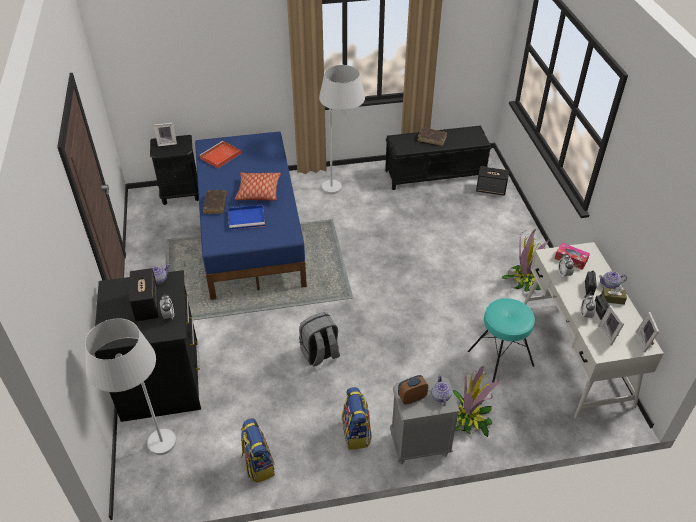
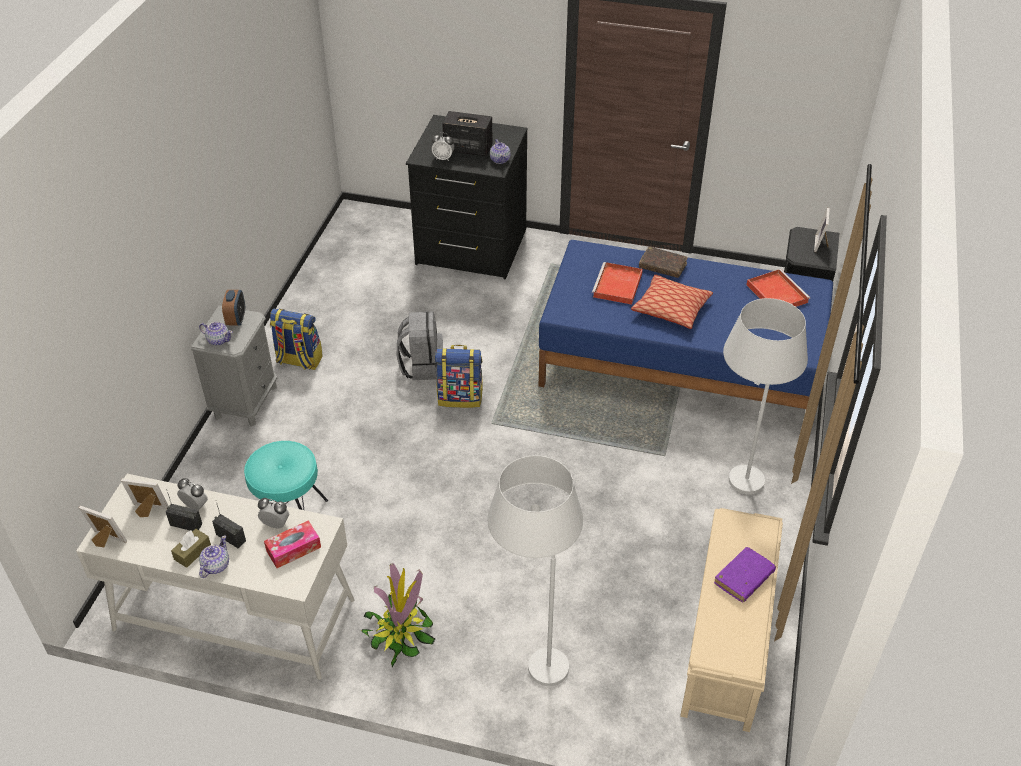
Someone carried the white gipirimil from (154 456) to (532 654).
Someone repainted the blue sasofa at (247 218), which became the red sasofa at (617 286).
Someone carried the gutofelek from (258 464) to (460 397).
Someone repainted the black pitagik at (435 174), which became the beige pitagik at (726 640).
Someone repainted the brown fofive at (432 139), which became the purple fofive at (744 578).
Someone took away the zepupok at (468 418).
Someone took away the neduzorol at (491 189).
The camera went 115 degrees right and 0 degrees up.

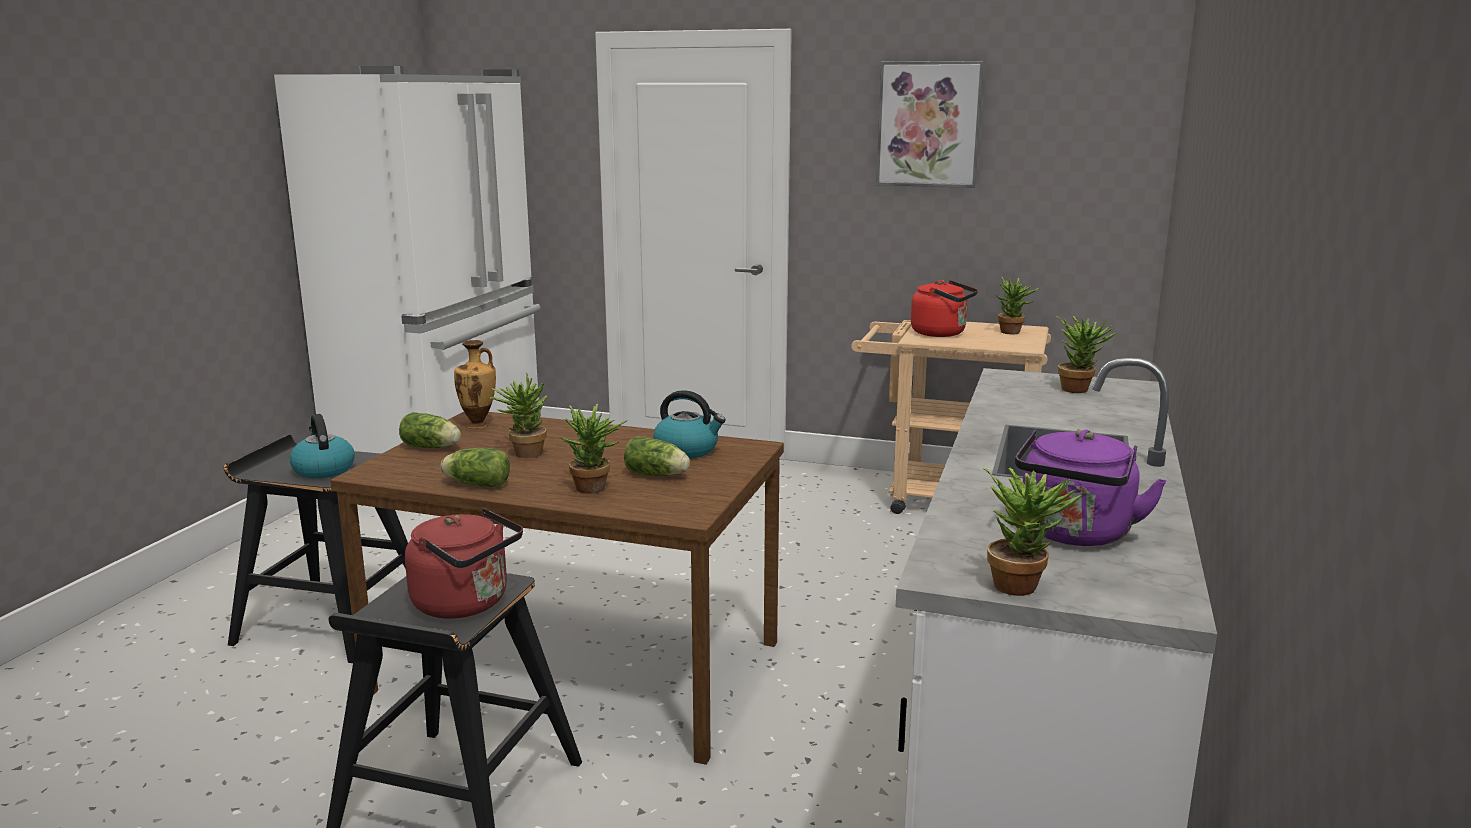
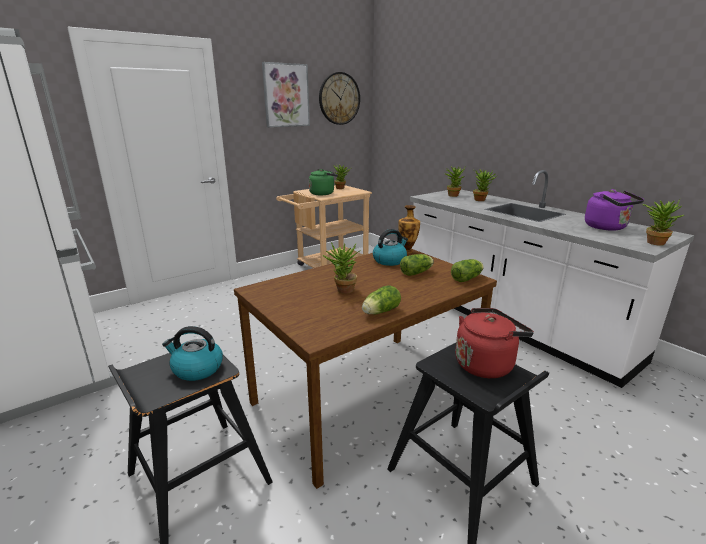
Someone carried the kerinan from (432 447) to (467 278).
Someone carried the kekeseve from (478 426) to (407 251).
Someone carried the zepupok from (595 490) to (481 200).
Someone repainted the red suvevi at (942 333), which became the green suvevi at (323 193).
Someone put up the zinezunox at (339 98).
The camera went 55 degrees left and 5 degrees up.

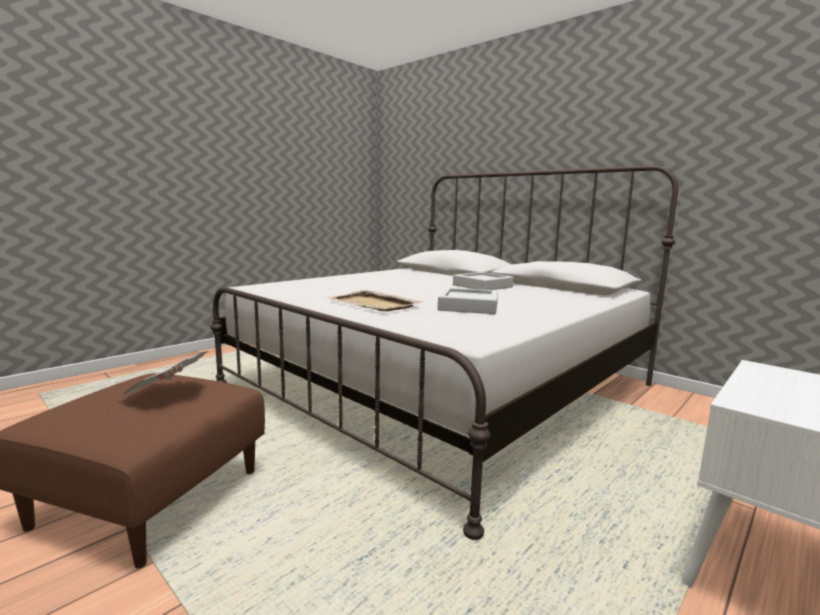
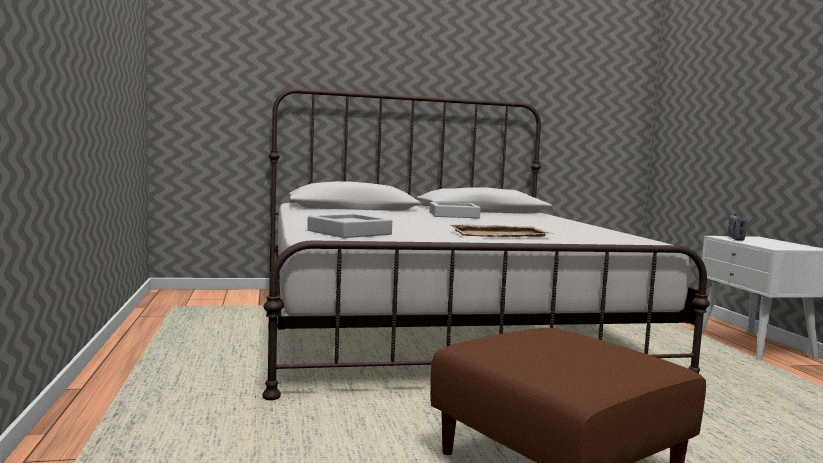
Someone took away the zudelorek at (166 394).
Someone carried the grey sasofa from (468 306) to (349 232).
Someone put down the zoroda at (735 238).
The camera went 55 degrees left and 5 degrees down.

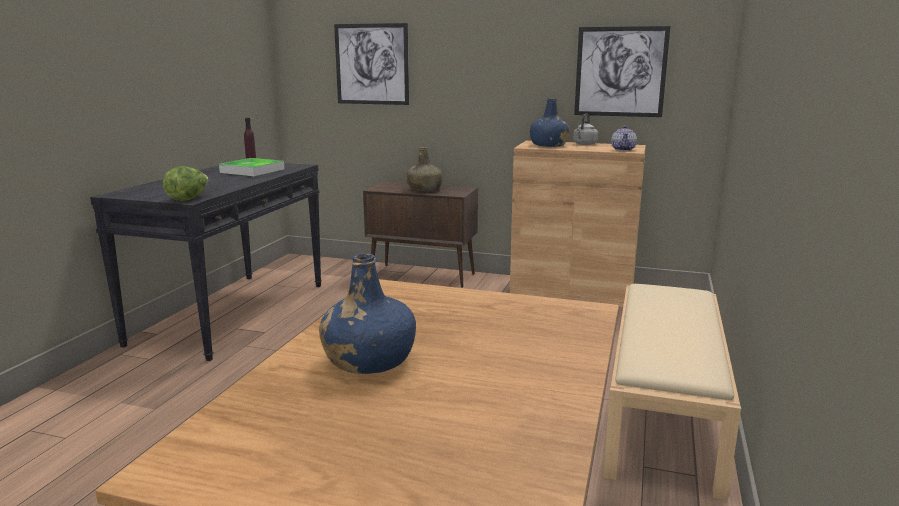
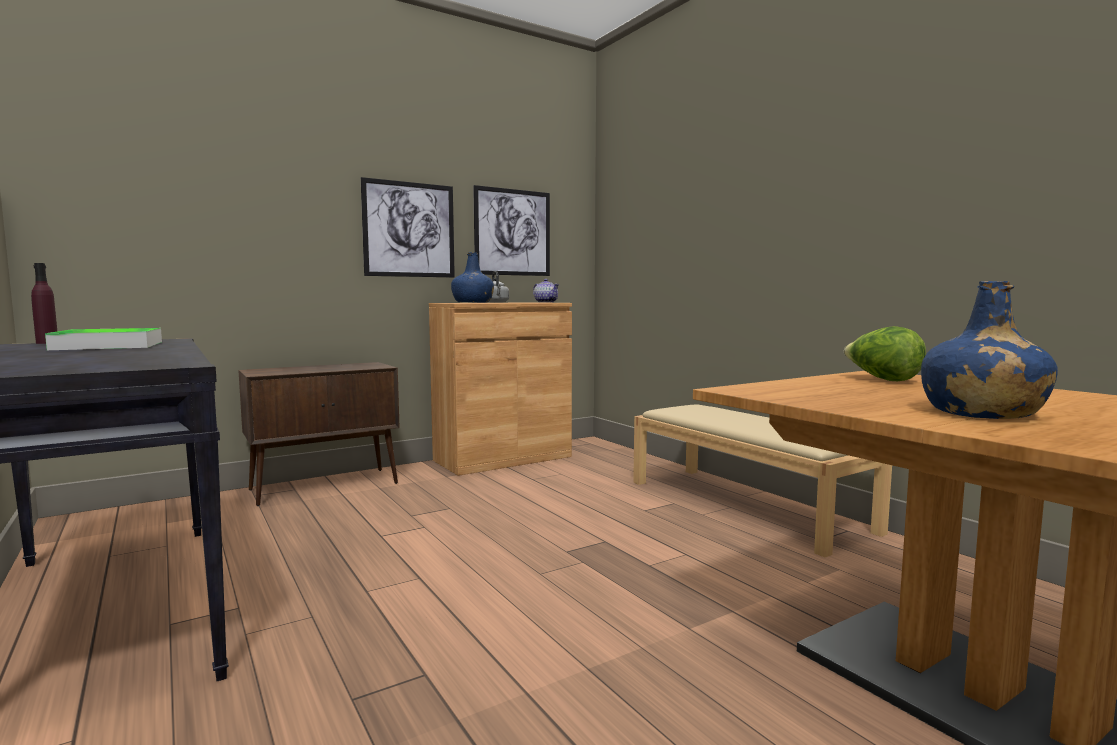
Someone carried the kerinan from (188 199) to (882 380).
Someone carried the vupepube from (372 64) to (409 229).
Someone took away the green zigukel at (424 190).
The camera went 50 degrees left and 10 degrees down.

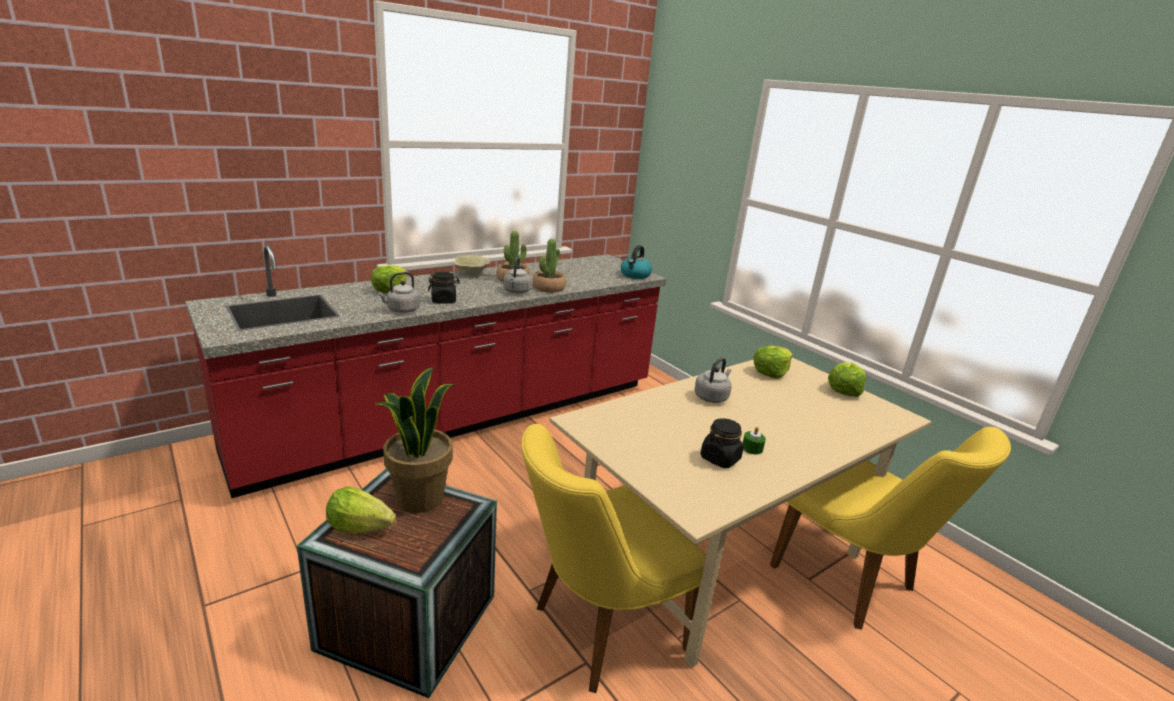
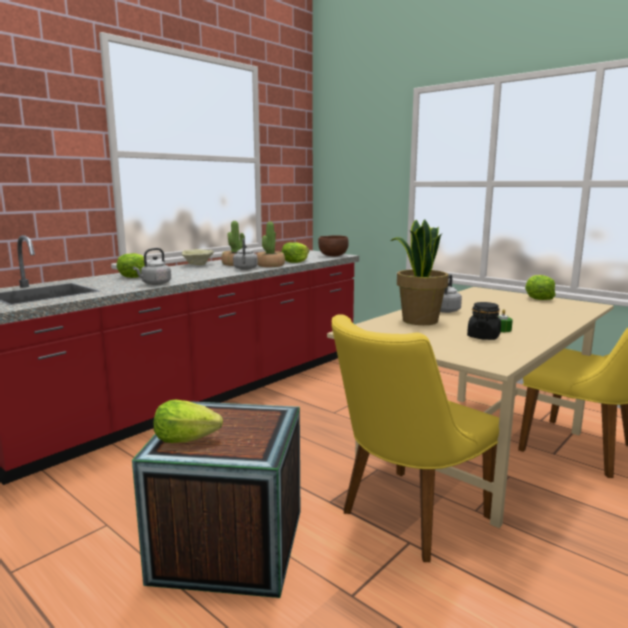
Someone carried the zepupok from (419 498) to (419 320).
Someone took away the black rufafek at (443 300).
Someone swapped the suvevi at (635 275) for the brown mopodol at (333 255).
Someone carried the kerinan from (770 372) to (295 262).
The camera went 10 degrees left and 10 degrees down.

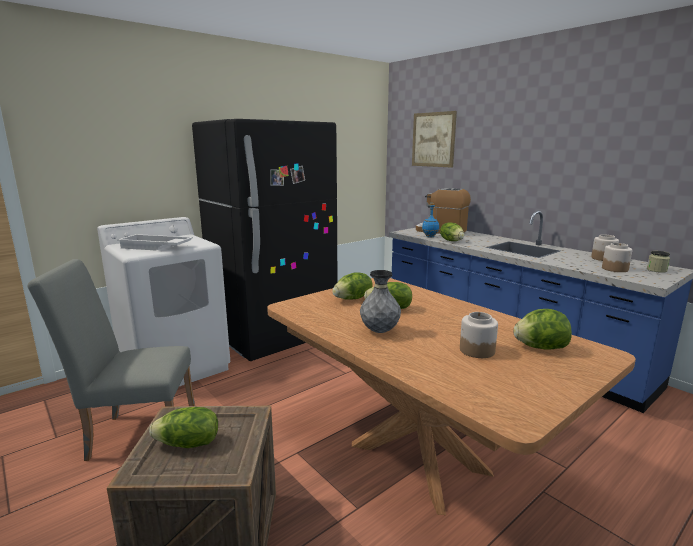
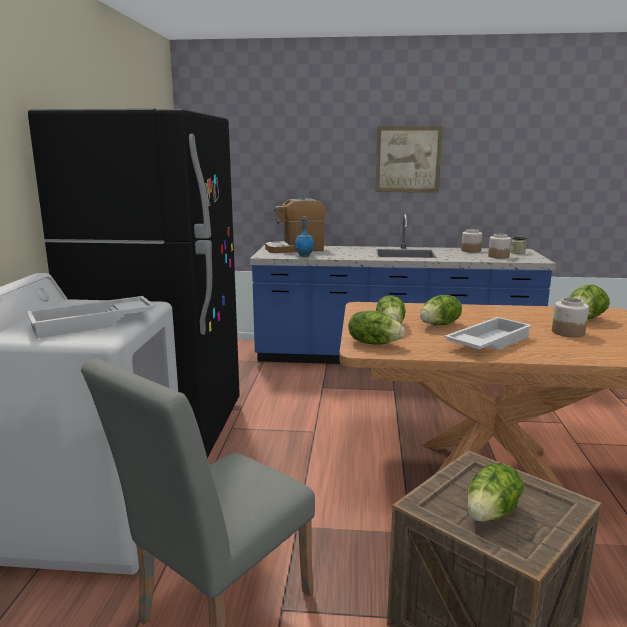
Someone swapped the grey kekeseve at (380 331) for the white sasofa at (487 342).
Someone carried the vupepube from (433 139) to (408 159).
Someone carried the kerinan from (452 241) to (374 343).
The camera went 45 degrees left and 0 degrees up.

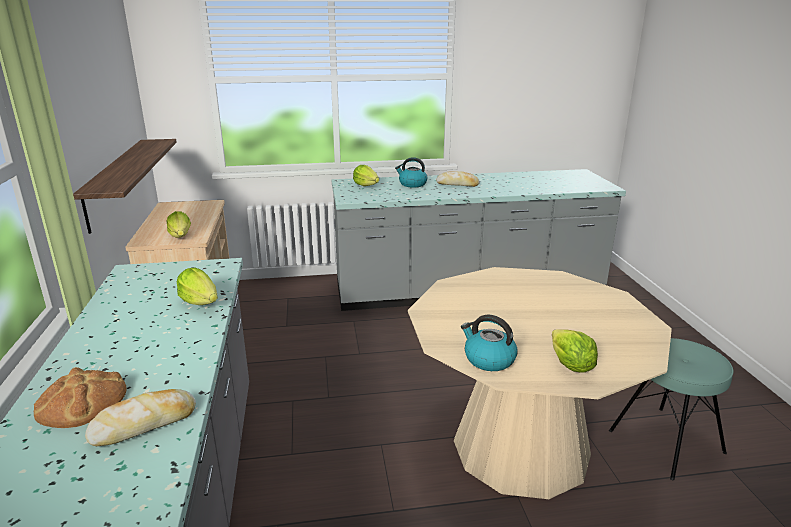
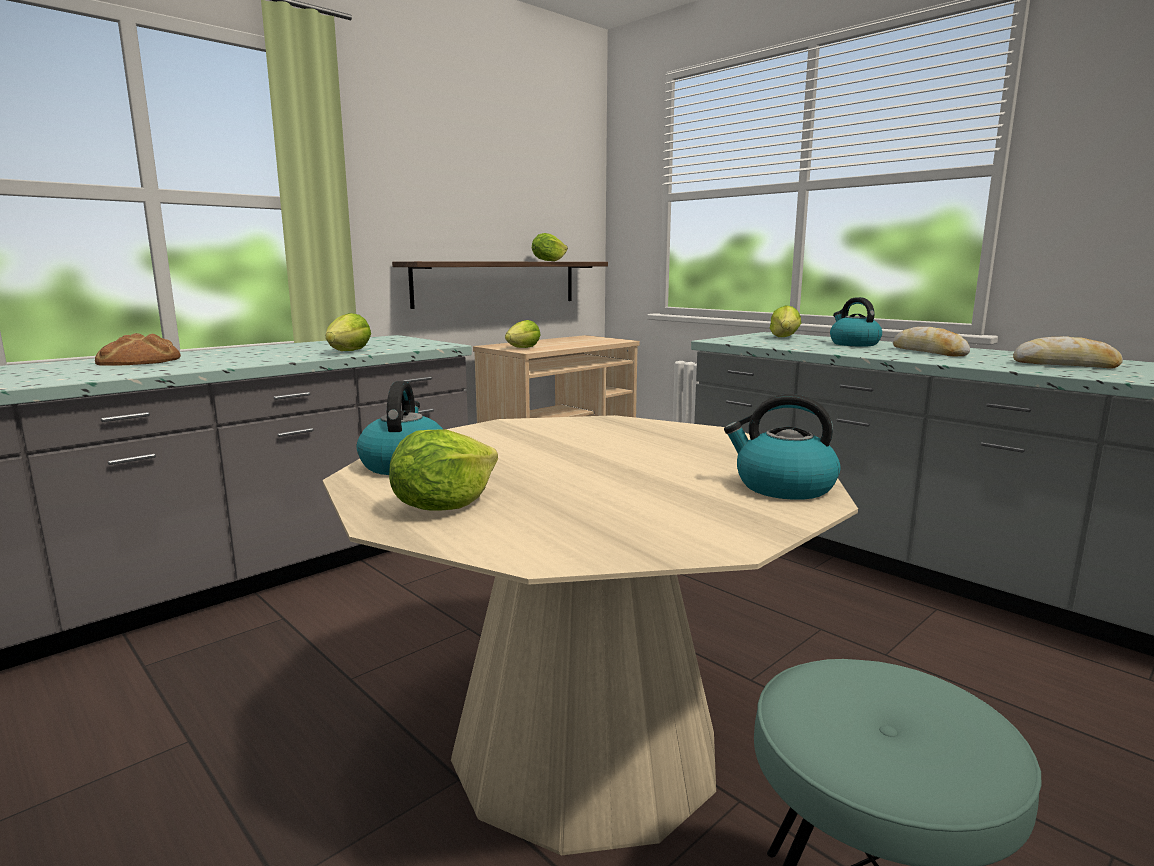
Someone carried the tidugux from (144 424) to (1065 365).
Someone put down the kerinan at (548 261).
Someone put down the suvevi at (783 487).
The camera went 55 degrees right and 10 degrees down.

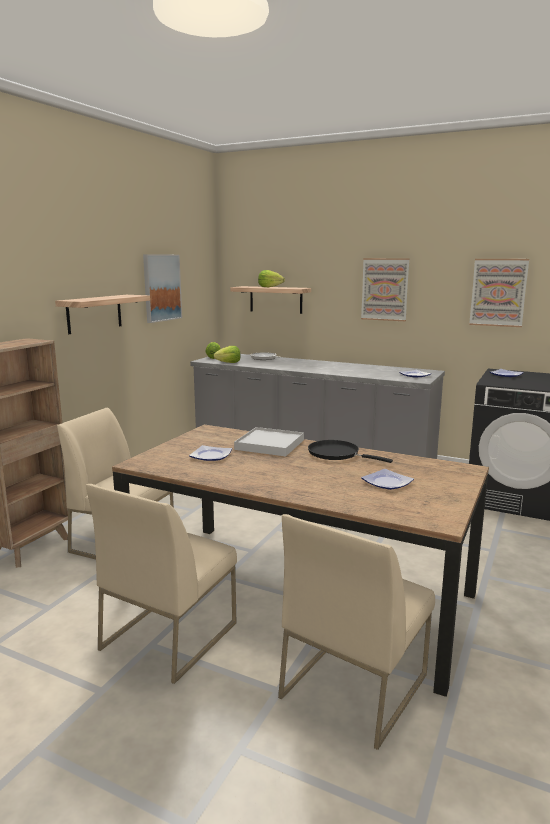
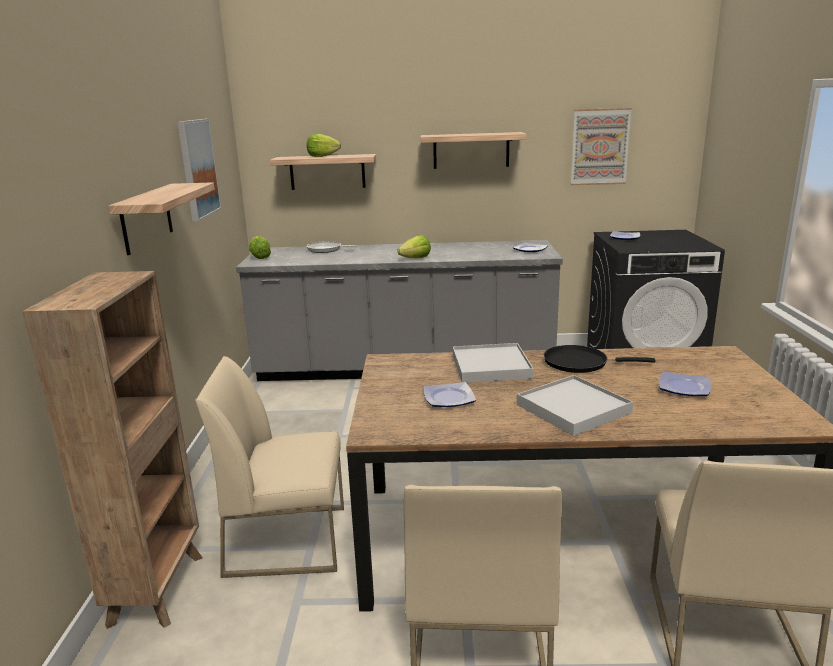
Someone carried the kerinan from (229 363) to (416 258).
Someone swapped the vupepube at (385 289) for the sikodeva at (471 150).
Someone put down the white sasofa at (573 408).
The camera went 25 degrees left and 5 degrees up.

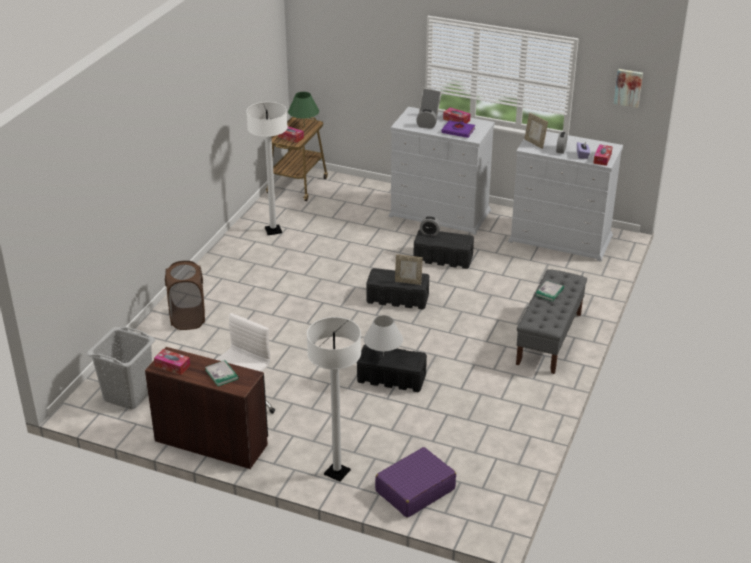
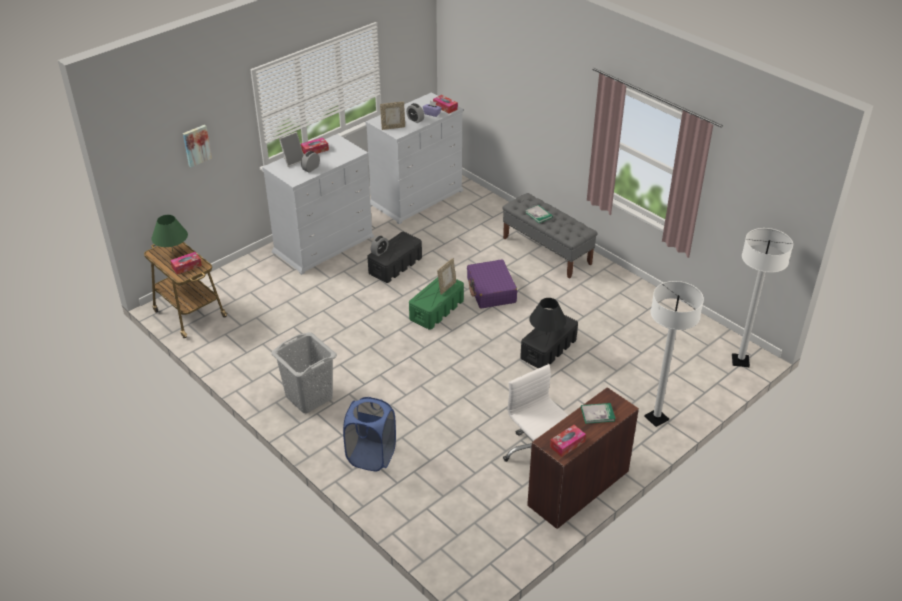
Someone carried the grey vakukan from (128 395) to (309 397).
Someone repainted the brown vakukan at (188 319), which became the blue vakukan at (371 456).
Someone carried the white gipirimil from (273 230) to (740 361).
Someone repainted the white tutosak at (383 356), which became the black tutosak at (546 334).
Someone repainted the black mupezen at (398 298), which became the green mupezen at (437 310).
Someone carried the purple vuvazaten from (414 490) to (491 291).
Someone took away the purple fofive at (458 131).
Someone carried the vupepube from (628 87) to (196 145).
The camera went 65 degrees left and 5 degrees up.

